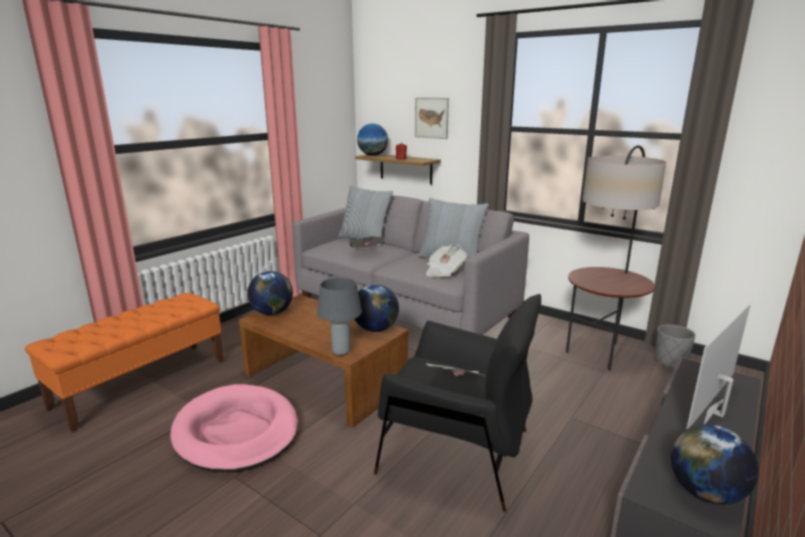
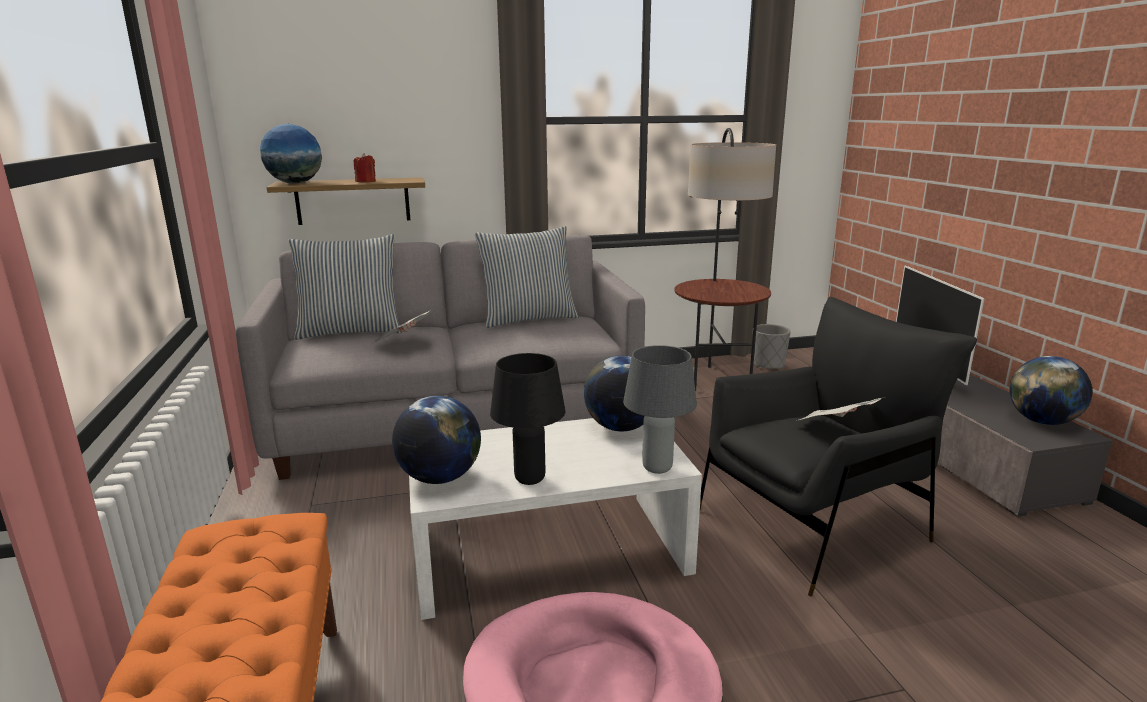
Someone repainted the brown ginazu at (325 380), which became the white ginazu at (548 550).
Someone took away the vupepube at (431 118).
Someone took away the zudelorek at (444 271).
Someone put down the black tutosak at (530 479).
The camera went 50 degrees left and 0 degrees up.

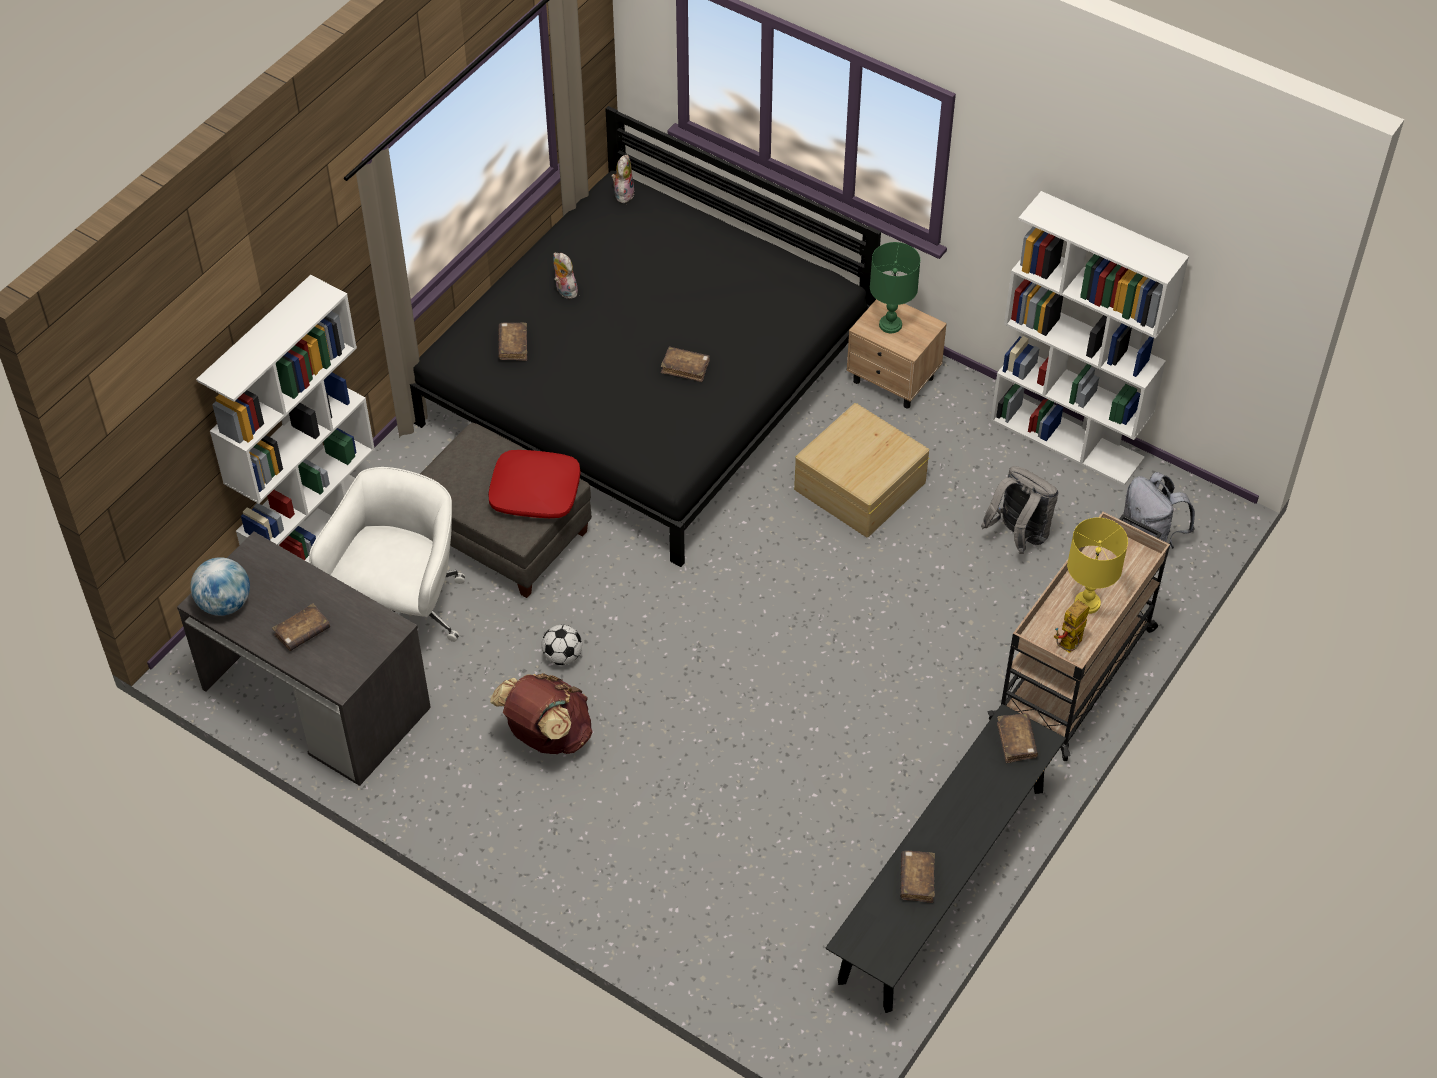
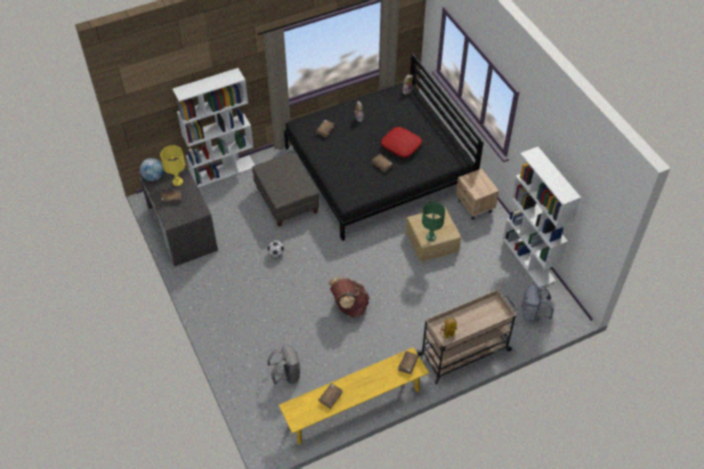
Someone took away the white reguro at (402 612).
Someone carried the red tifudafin from (535 491) to (401 145).
Someone carried the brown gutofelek from (547 736) to (349 306).
Someone repainted the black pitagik at (943 883), which became the yellow pitagik at (354 406).
Someone carried the green tutosak from (890 324) to (431 236).
Someone carried the grey gutofelek from (1018 536) to (286 375).
Someone carried the yellow tutosak from (1086 603) to (177 182).
The camera went 30 degrees right and 0 degrees up.

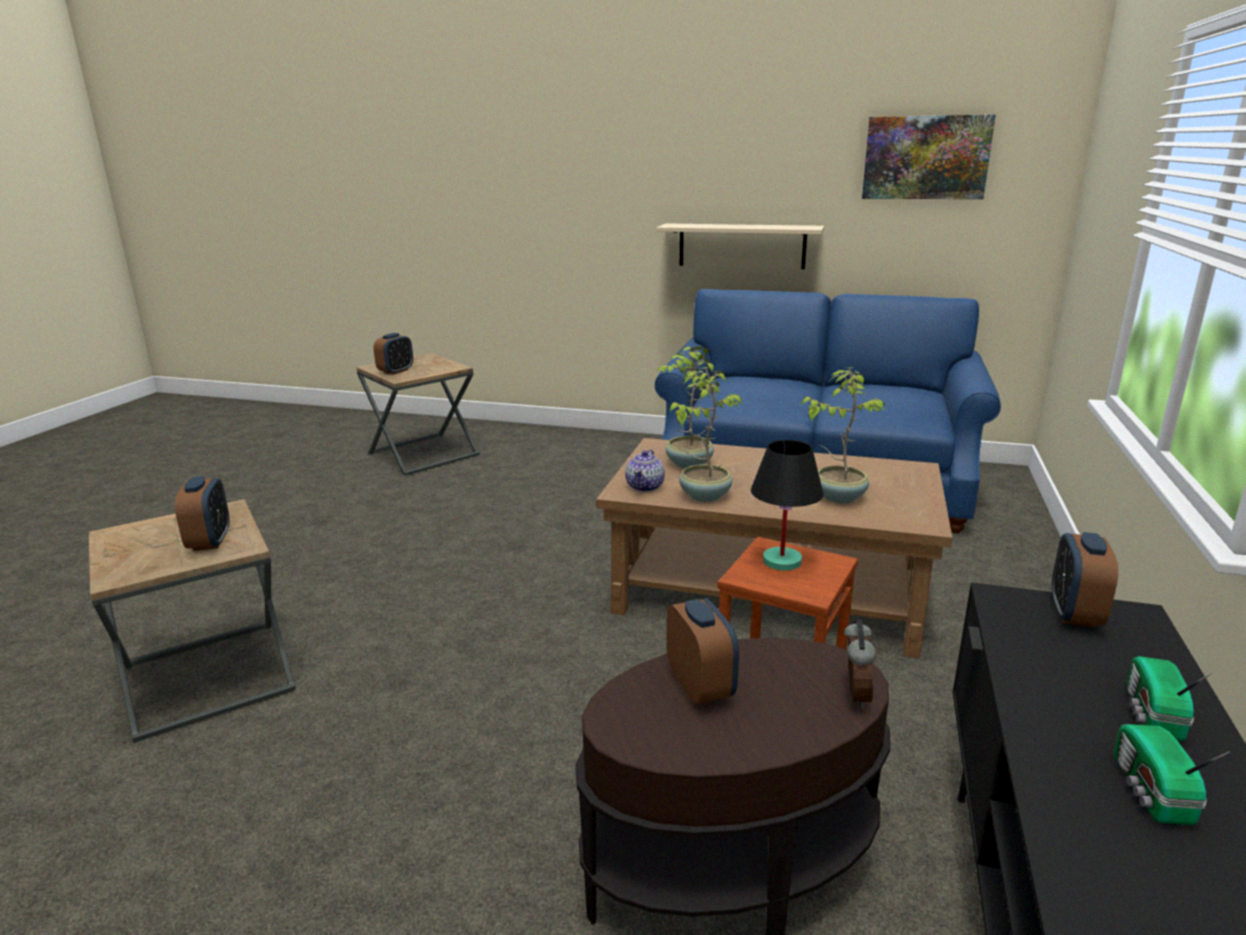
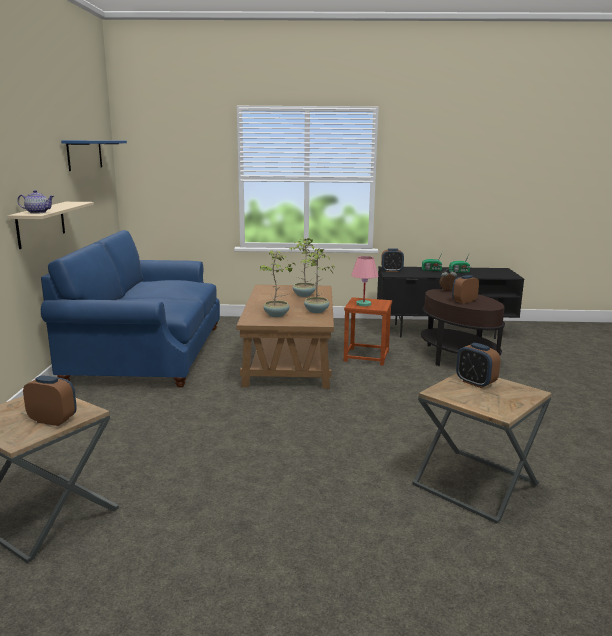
Someone rotated the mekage at (210 541) by 105 degrees counterclockwise.
Someone carried the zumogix from (645 486) to (37 212).
Someone repainted the black tutosak at (782 561), which became the pink tutosak at (363 304).
Someone swapped the vupepube at (925 157) for the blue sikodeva at (85 154).
The camera went 105 degrees left and 5 degrees down.

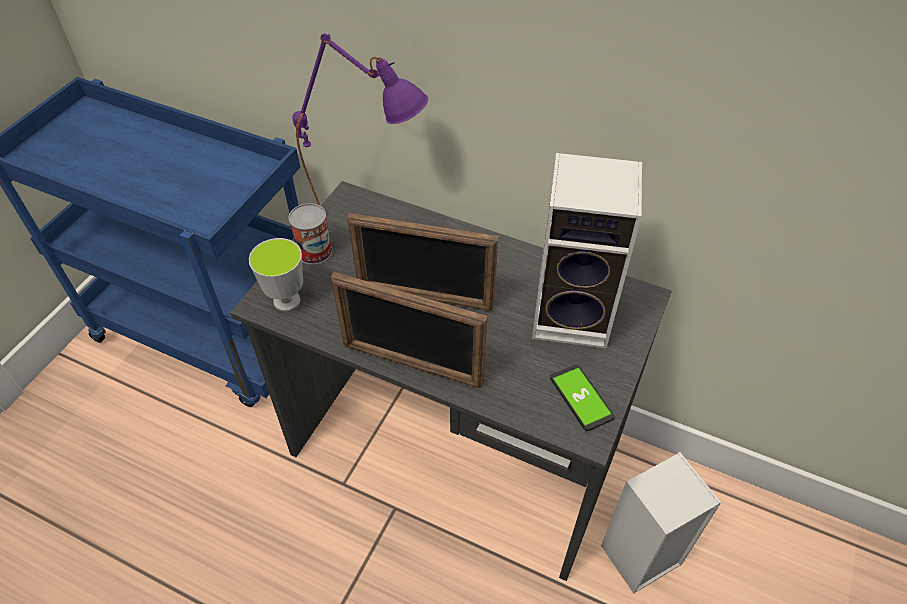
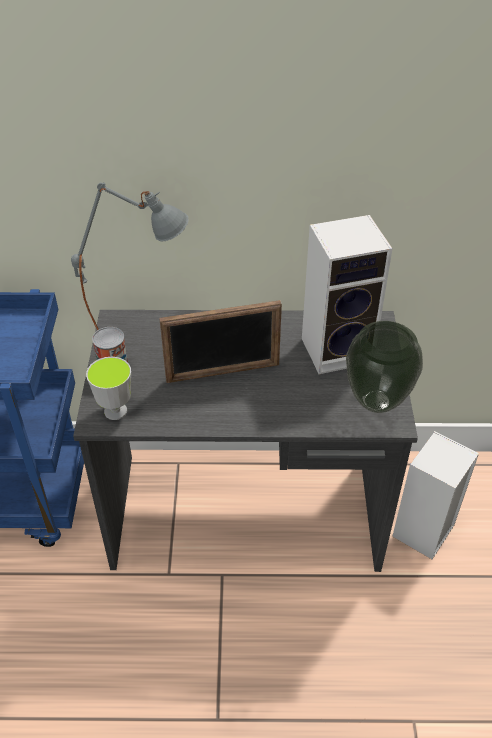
Someone repainted the purple tutosak at (370 214), which became the grey tutosak at (140 327).
Someone took away the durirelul at (411 364).
Someone swapped the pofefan at (581 398) for the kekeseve at (376 401).
The camera went 25 degrees left and 5 degrees down.

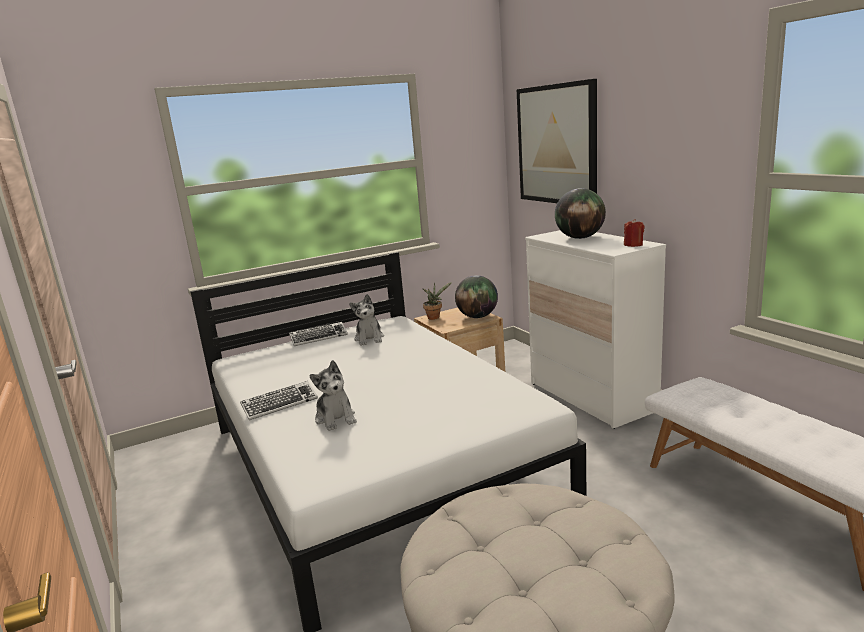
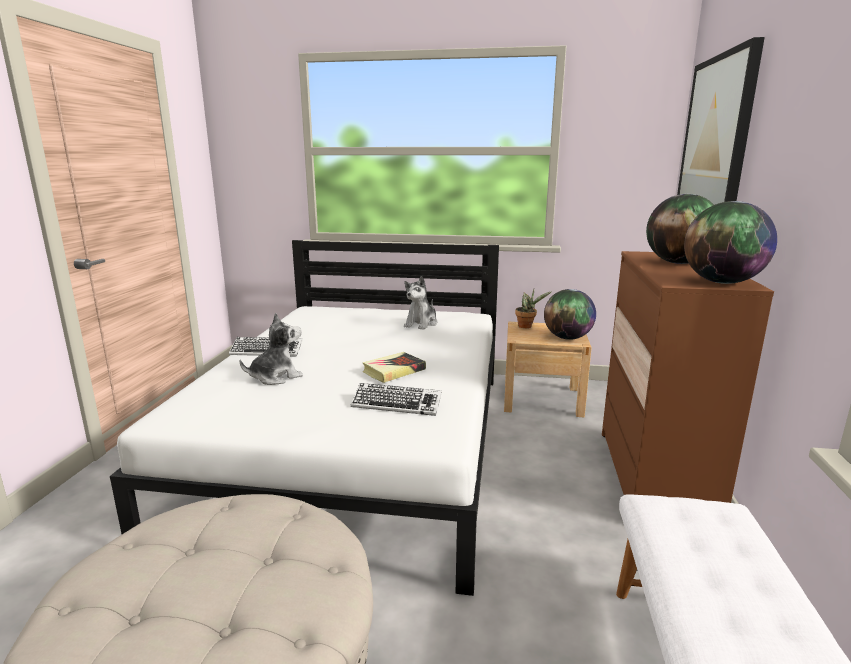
Someone carried the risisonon from (319 337) to (396 404).
Someone rotated the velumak at (336 418) by 135 degrees counterclockwise.
Someone repainted the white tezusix at (591 397), which became the brown tezusix at (653 478).
Someone swapped the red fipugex at (633 245) for the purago at (722 282).
Someone put down the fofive at (394 371).
The camera went 35 degrees right and 0 degrees up.

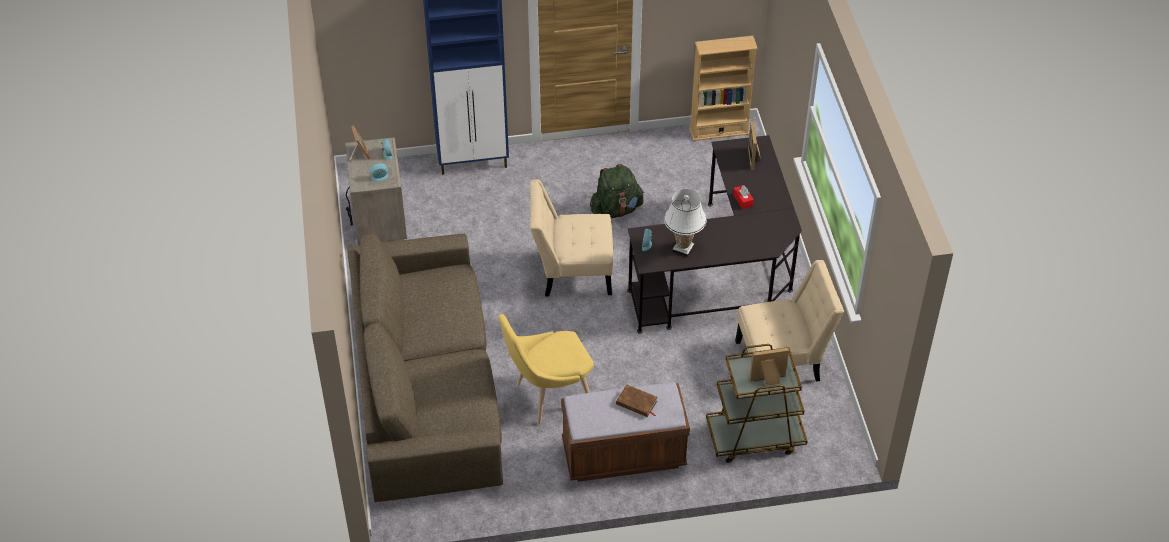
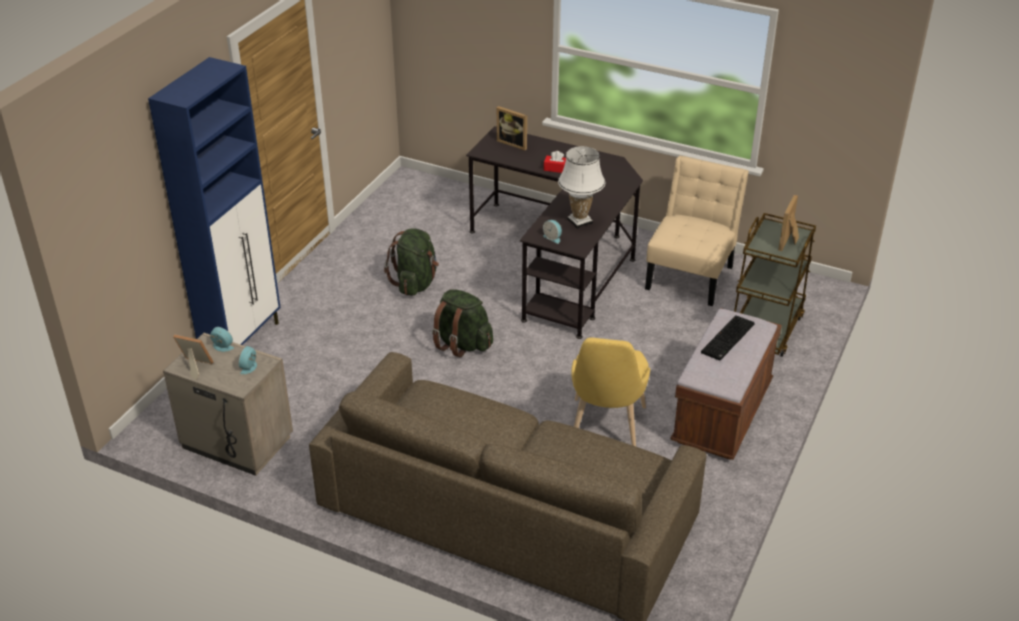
Someone swapped the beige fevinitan at (572 272) for the green gutofelek at (462 344).
Someone swapped the brown fofive at (636 403) for the risisonon at (728 339).
Someone took away the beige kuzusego at (719 131).
The camera went 55 degrees left and 10 degrees down.

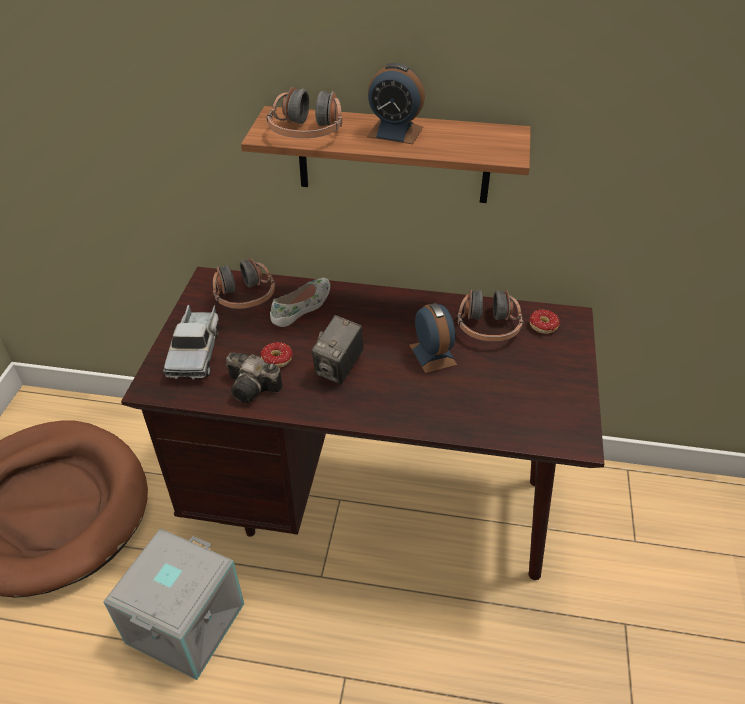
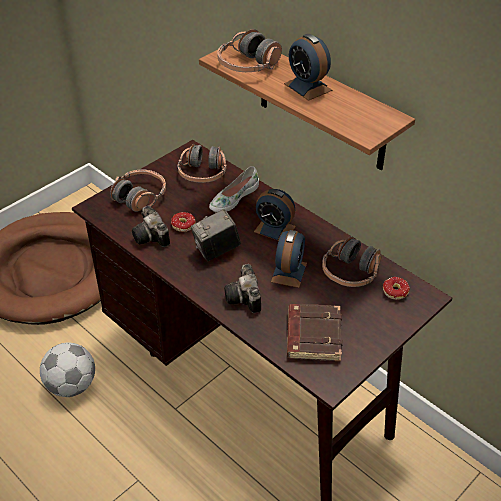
Someone swapped the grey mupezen at (184 621) for the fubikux at (72 385).
Someone swapped the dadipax at (196 351) for the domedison at (140 197).
Someone rotated the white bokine at (302 307) by 150 degrees clockwise.
Someone put down the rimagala at (245 299).
Someone put down the mekage at (274 229).
Someone put down the brown fofive at (312 335).
The camera went 35 degrees right and 0 degrees up.

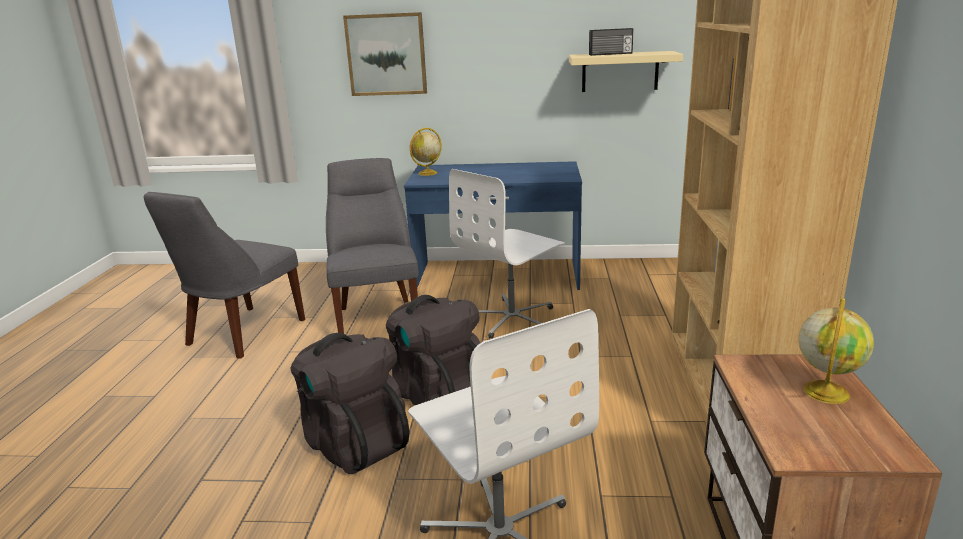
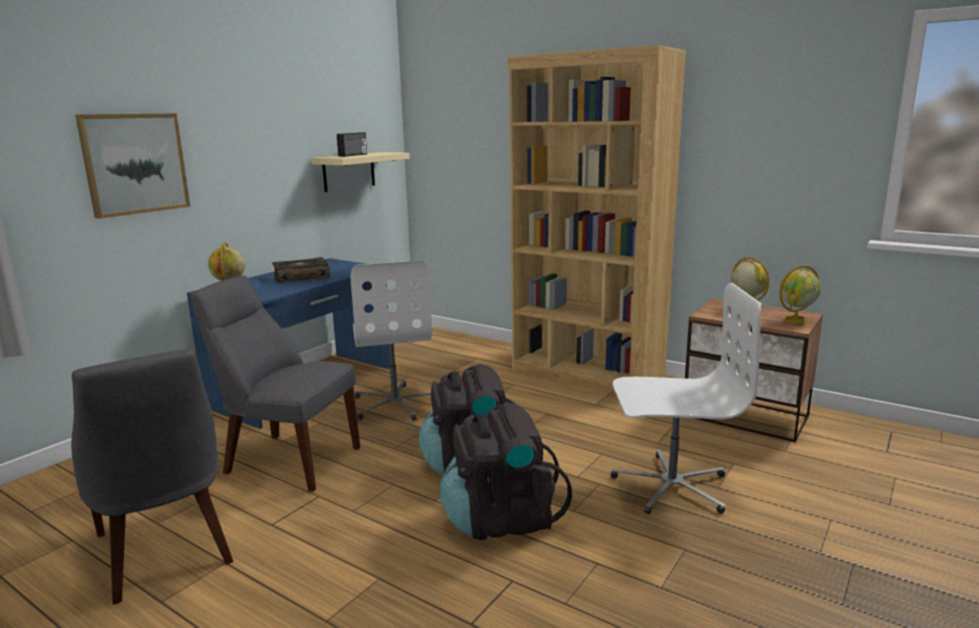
Someone put down the fofive at (301 277).
Someone put down the purago at (795 320).
The camera went 60 degrees left and 5 degrees down.

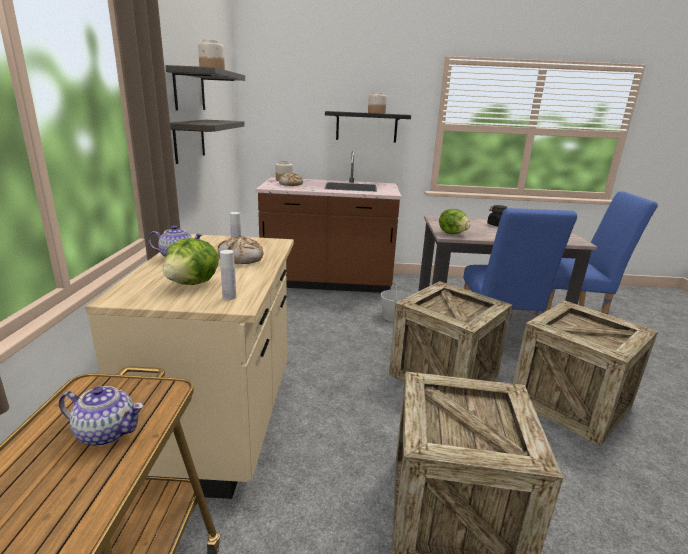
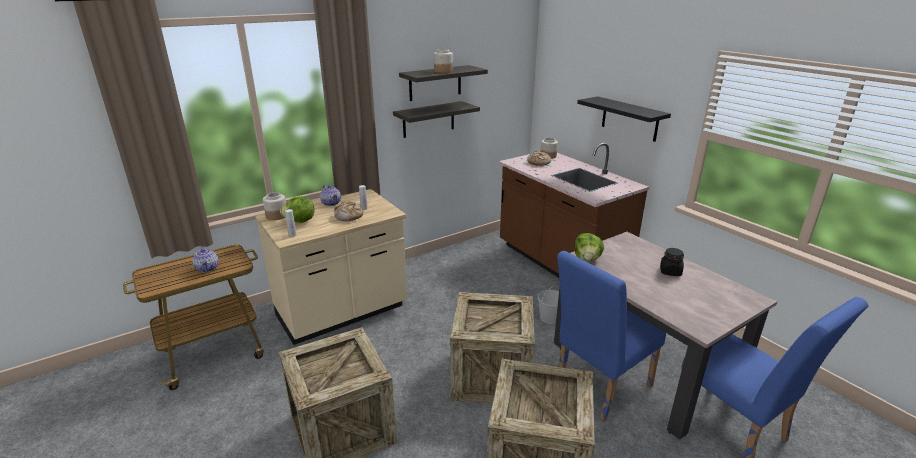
Someone carried the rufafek from (376 113) to (276 216).
The camera went 55 degrees right and 5 degrees up.

